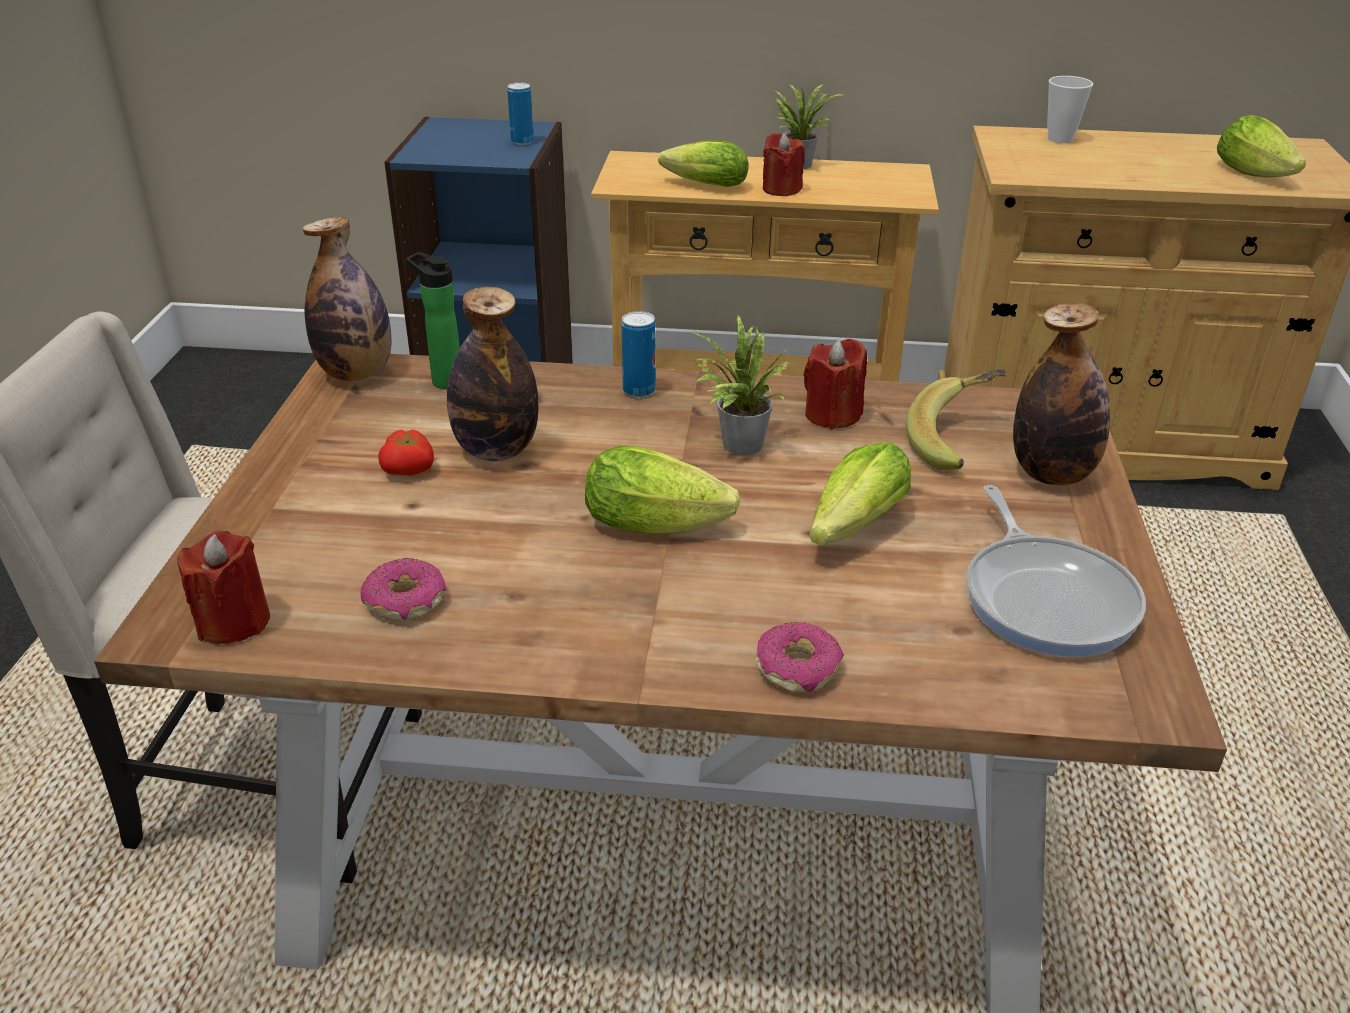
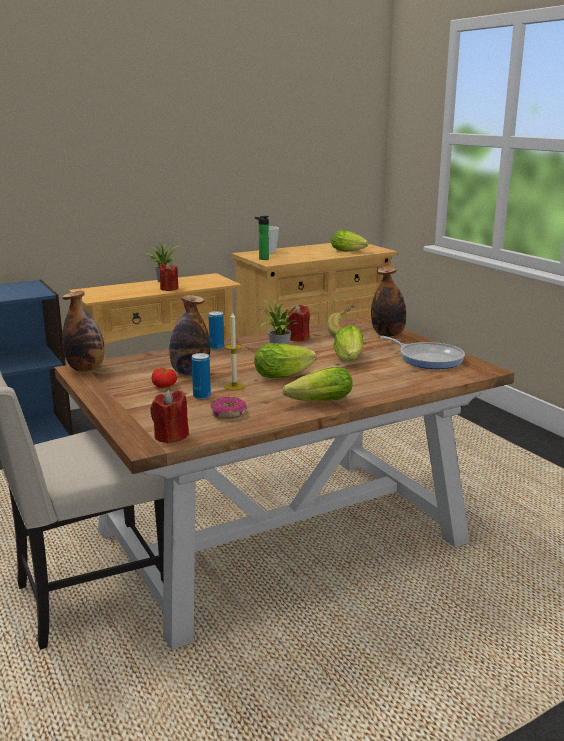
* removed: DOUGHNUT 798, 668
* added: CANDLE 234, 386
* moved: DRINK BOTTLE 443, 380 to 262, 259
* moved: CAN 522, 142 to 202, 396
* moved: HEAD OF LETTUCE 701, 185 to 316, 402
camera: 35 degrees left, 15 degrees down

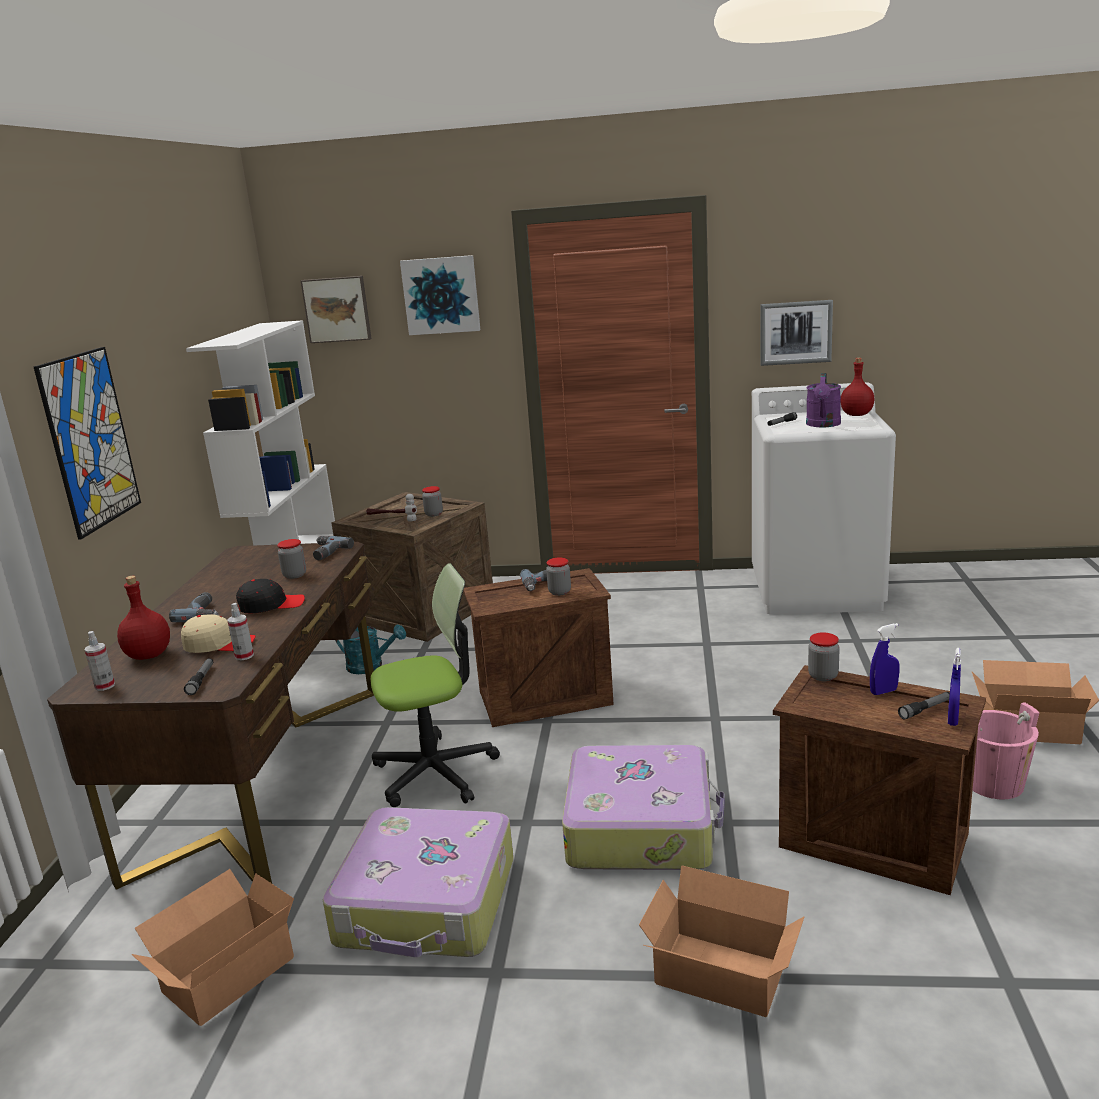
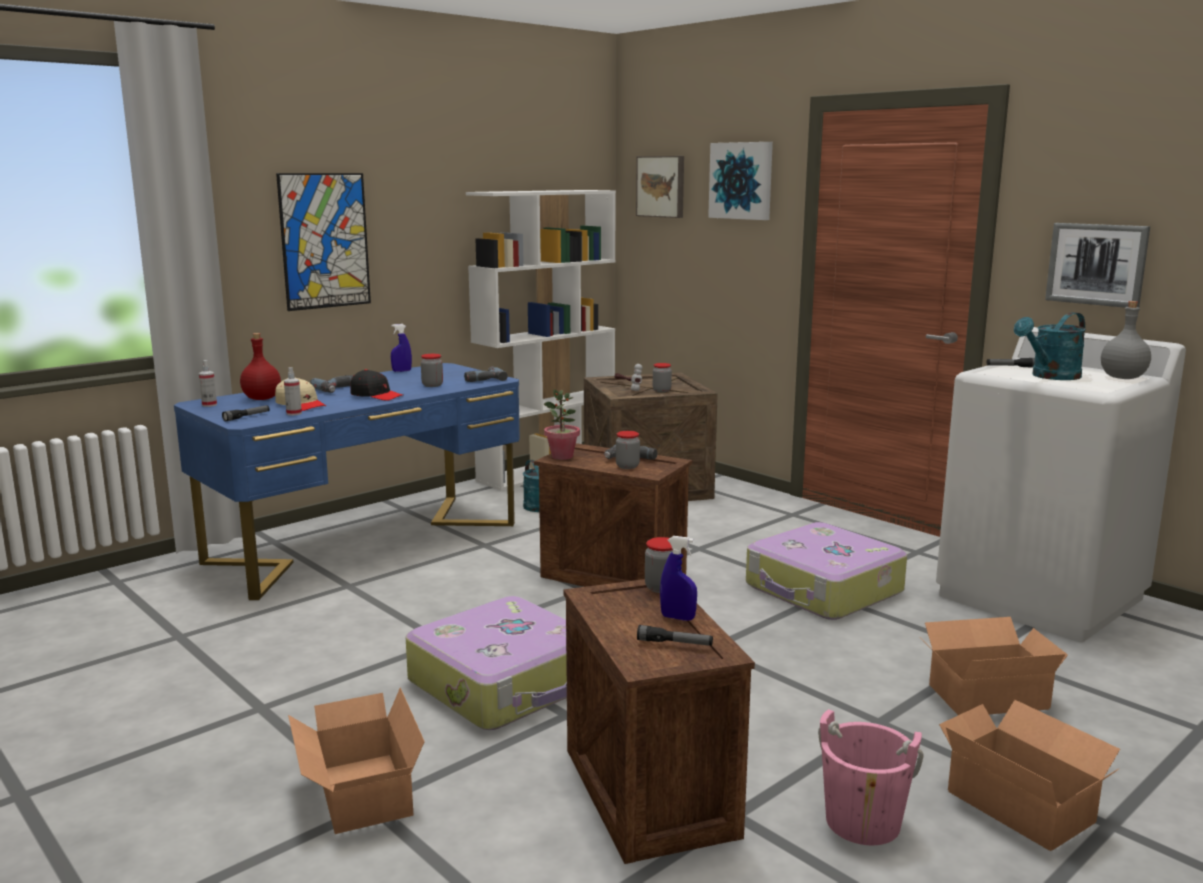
* removed: DESK CHAIR 435, 772
* added: POTTED PLANT 562, 457
* moved: PACKING BOX 223, 974 to 983, 695
* moved: SUITCASE 427, 903 to 823, 590
* moved: BLUISH SPRAY BOTTLE 952, 720 to 401, 371
* recoloured: BROWN DESK UNIT 265, 774 to BLUISH DESK UNIT 366, 543
* recoloured: PURPLISH WATERING CAN 823, 425 to BLUE-GREEN WATERING CAN 1050, 377
* recoloured: REDDISH DRINK BOTTLE 856, 415 to GREY DRINK BOTTLE 1122, 378
camera: 40 degrees right, 5 degrees down

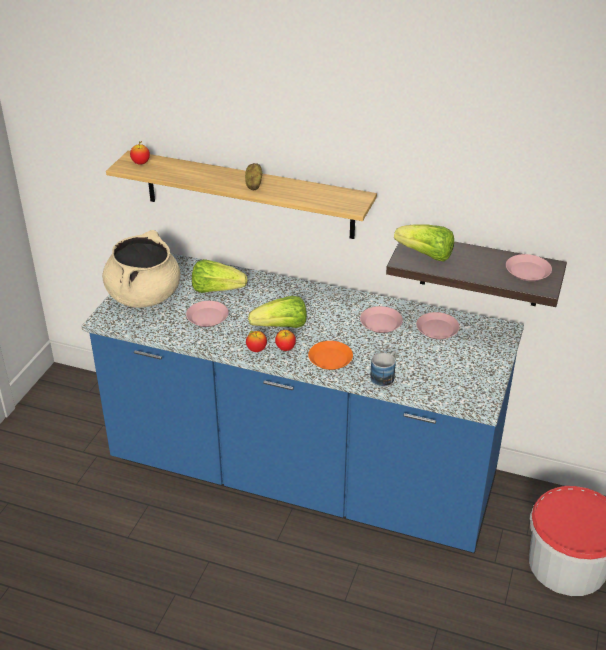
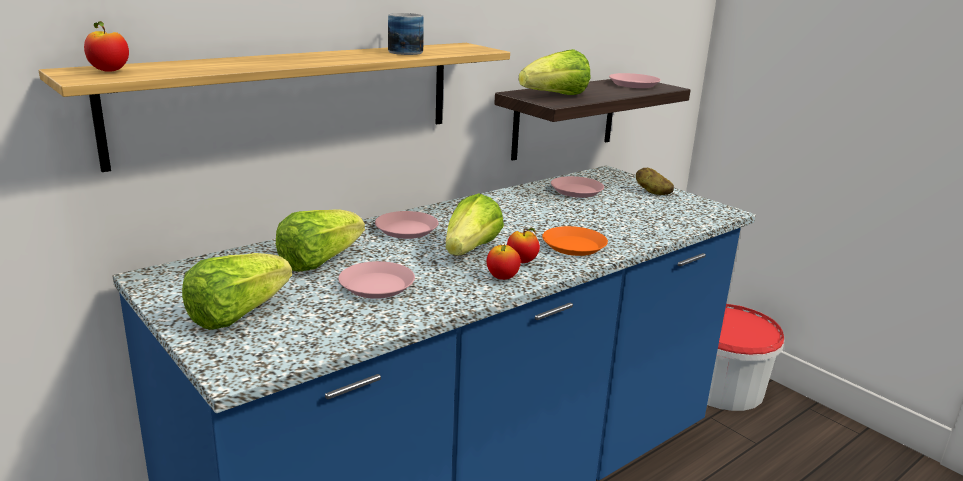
* moved: SPUD 253, 184 to 652, 192
* moved: PINK PLATE 381, 323 to 406, 229
* moved: MUG 385, 376 to 403, 51
* replaced: BEIGE-COLOURED STOCKPOT 144, 296 to HEAD OF LETTUCE 237, 314
camera: 60 degrees left, 15 degrees down

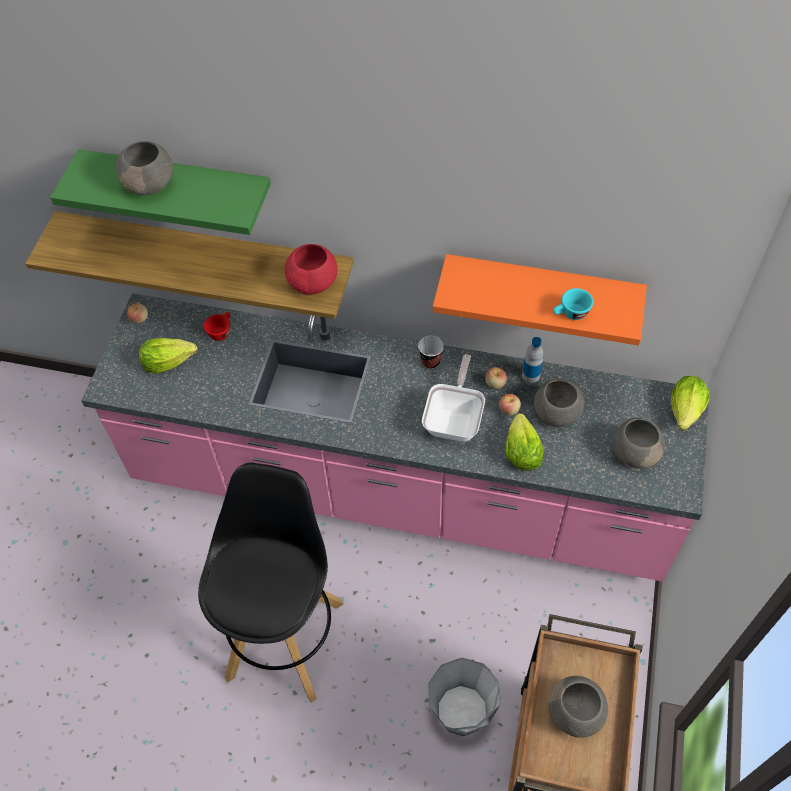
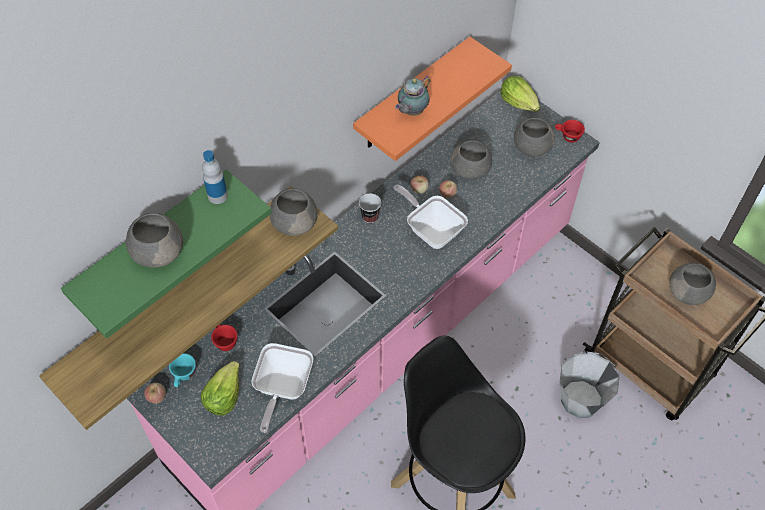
* removed: HEAD OF LETTUCE 521, 452
* added: FRYING PAN 282, 388
* added: TEA POT 411, 111
* added: REDDISH DRINKING CUP 567, 136
* moved: DRINK BOTTLE 531, 375 to 217, 196
* moved: BLUE-GREEN DRINKING CUP 570, 314 to 184, 376
* recoloured: REDDISH DEEP DISH 313, 282 to GREY DEEP DISH 295, 222
camera: 60 degrees left, 0 degrees up

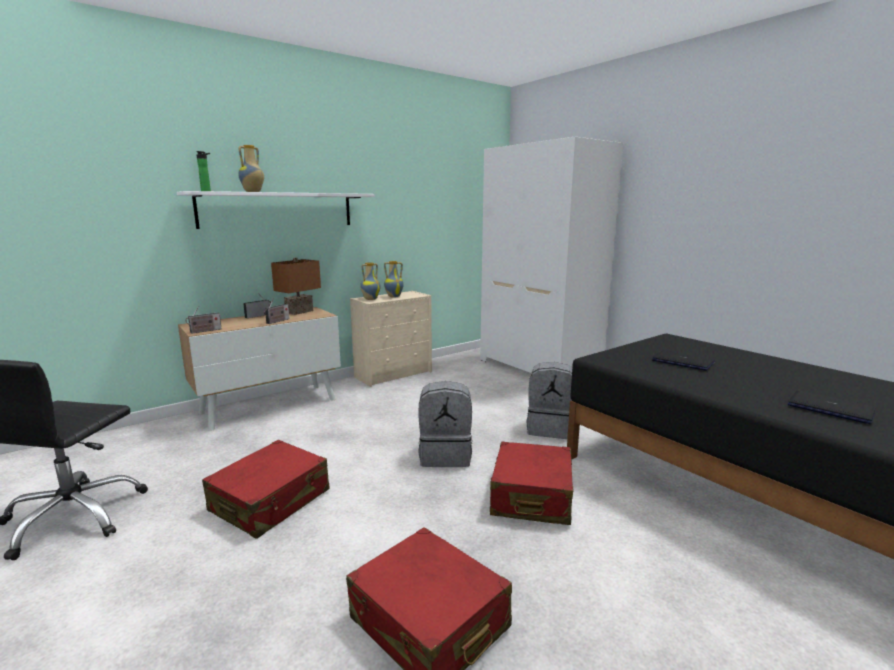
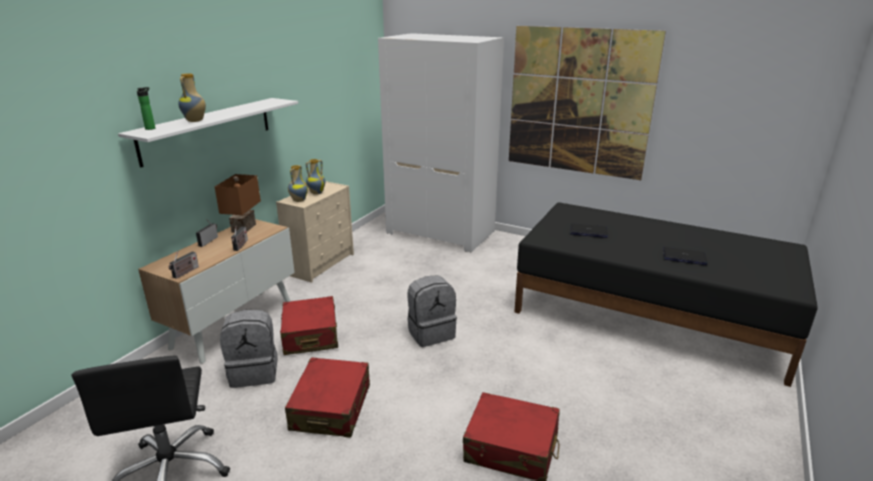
* added: WALL PICTURE 579, 102
* moved: REDDISH SUITCASE 531, 496 to 310, 335
* moved: GREY BACKPACK 551, 428 to 255, 372
camera: 25 degrees left, 10 degrees up

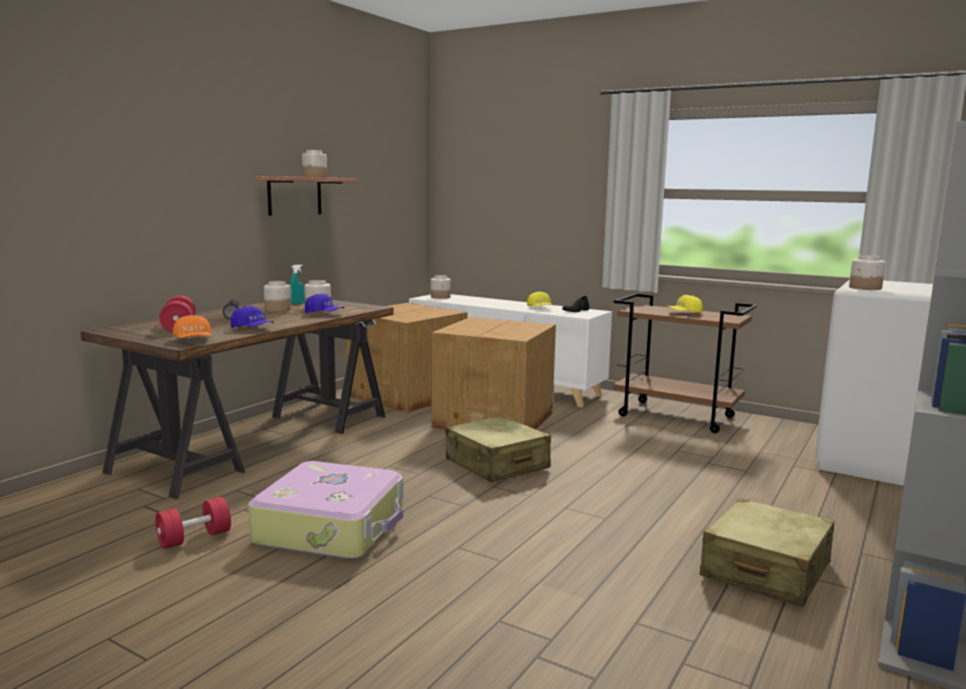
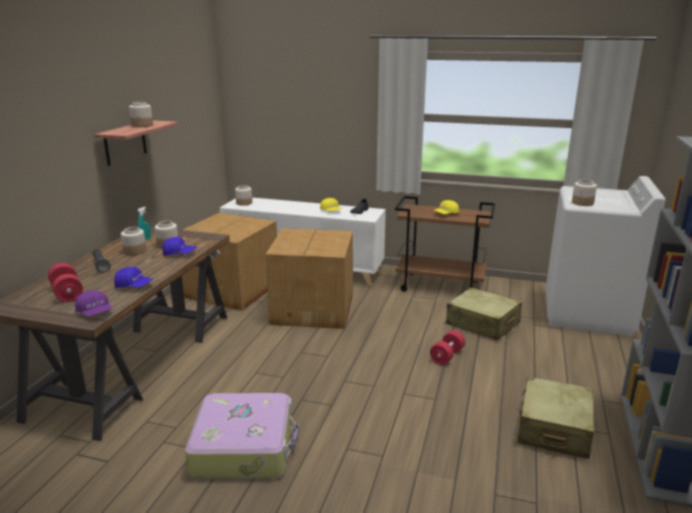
* moved: REDDISH HAND WEIGHT 194, 538 to 447, 356
* moved: BEIGE-COLOURED SUITCASE 496, 464 to 483, 323
* recoloured: ORANGE PEAKED CAP 193, 340 to PURPLISH PEAKED CAP 95, 312
camera: 15 degrees left, 10 degrees up

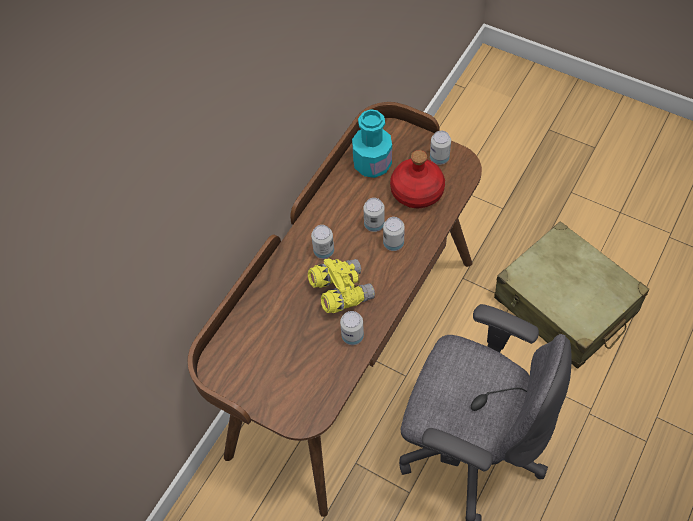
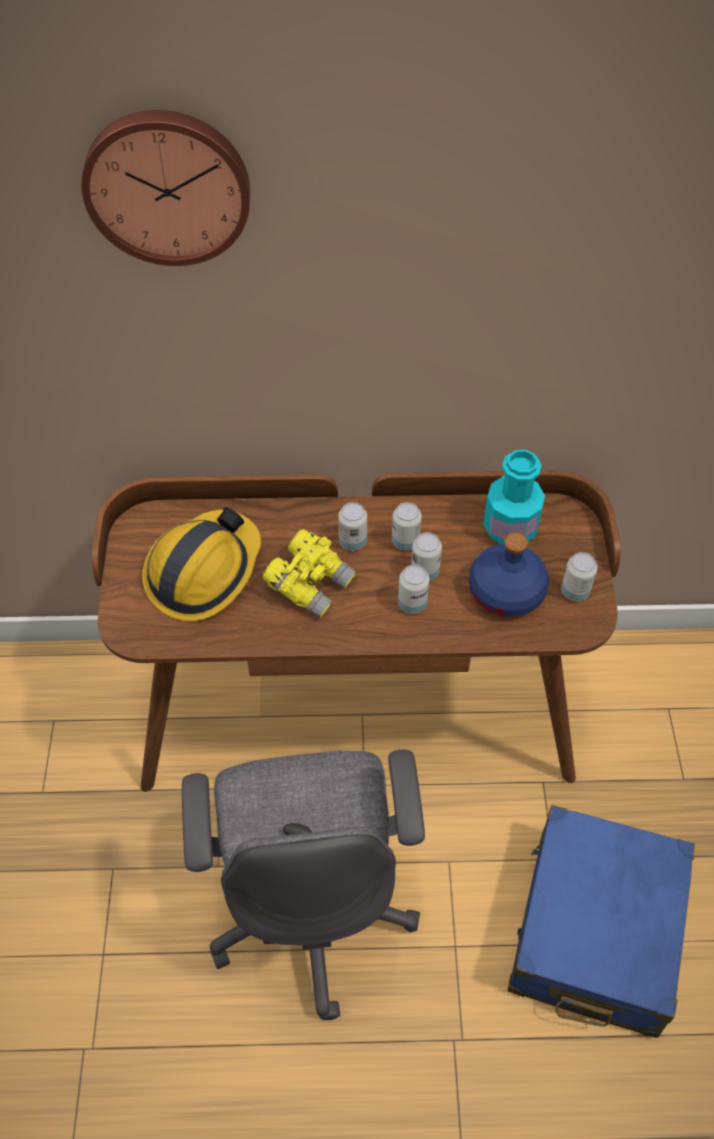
* added: HANGING CLOCK 167, 186
* added: HARD HAT 203, 572
* moved: CAN 352, 336 to 405, 541
* recoloured: REDDISH DRINK BOTTLE 416, 191 to BLUISH DRINK BOTTLE 506, 591
* recoloured: BEIGE-COLOURED SUITCASE 565, 305 to BLUISH SUITCASE 594, 931
camera: 55 degrees right, 5 degrees down

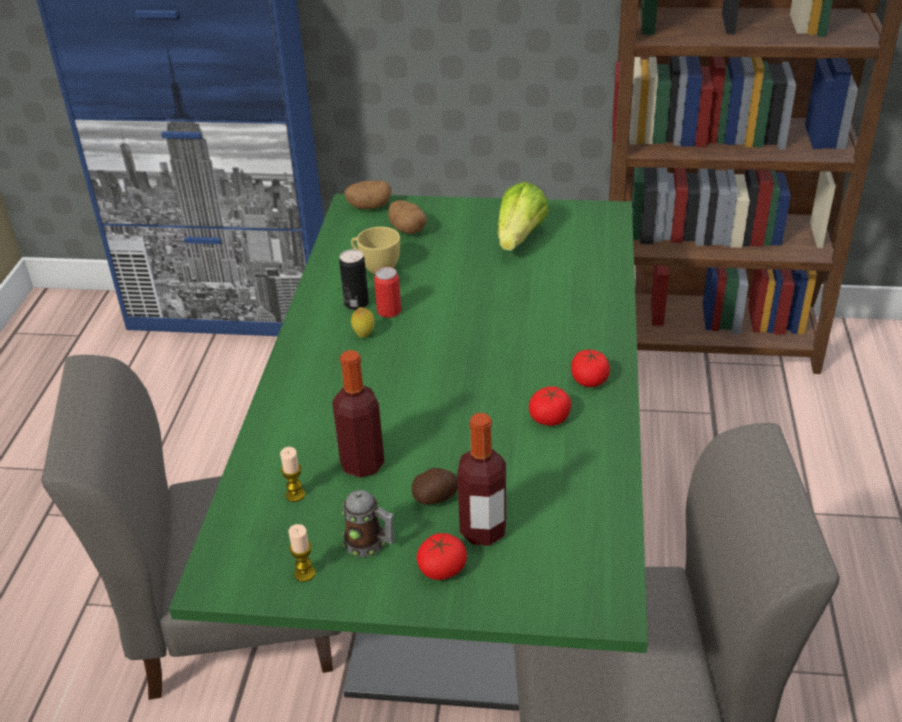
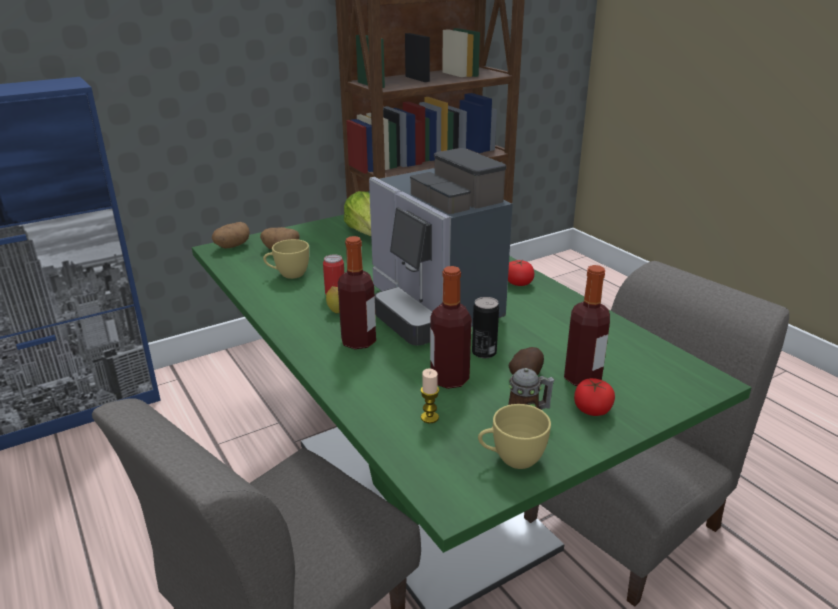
* removed: TOMATO 549, 418
* added: DRINK BOTTLE 358, 341
* added: COFFEE MACHINE 432, 309
* moved: CAN 356, 304 to 484, 352
* replaced: CANDLE 305, 573 to YELLOW DRINKING CUP 511, 459
camera: 40 degrees left, 10 degrees down

